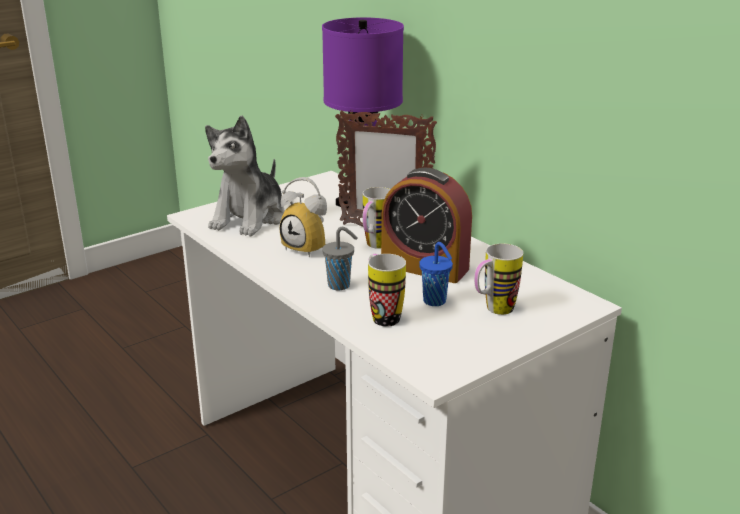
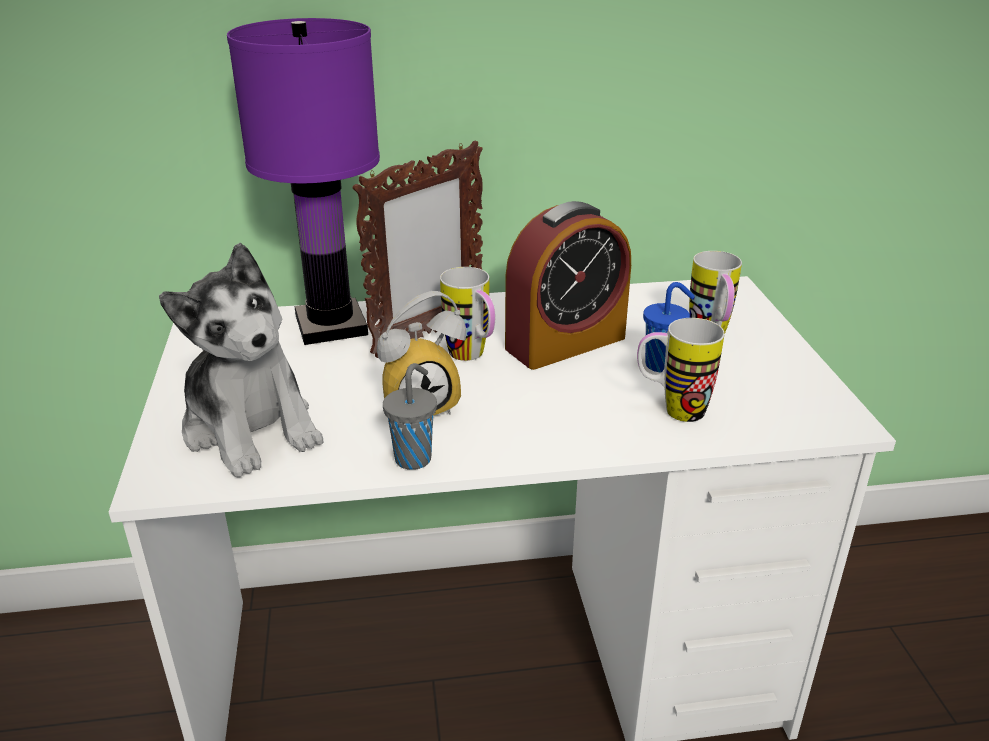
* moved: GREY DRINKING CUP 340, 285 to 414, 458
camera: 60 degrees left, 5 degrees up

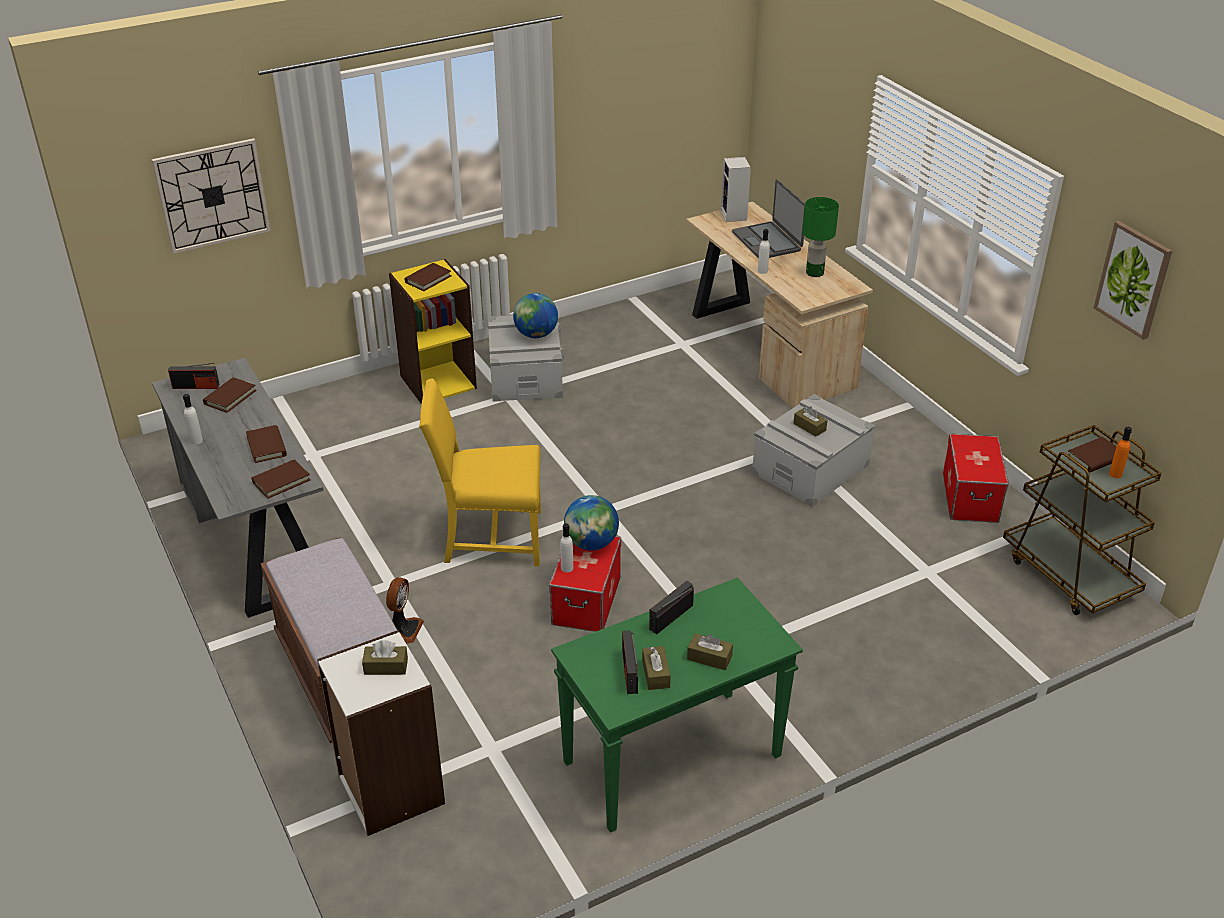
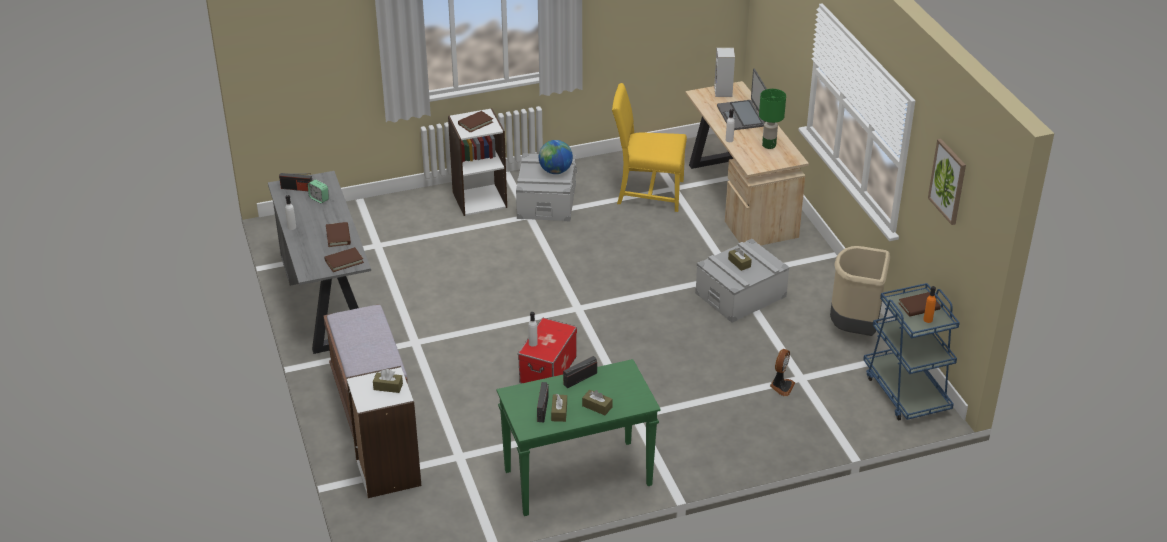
* removed: HANGING CLOCK 212, 195
* removed: WORLD GLOBE 591, 543
* moved: ELECTRIC FAN 404, 629 to 781, 386
* moved: YELLOW UPRIGHT CHAIR 489, 538 to 648, 193
* replaced: BROWN VOLUME 230, 397 to TABLE CLOCK 319, 199
* replaced: STORAGE BOX 970, 497 to BEIGE-COLOURED WASTE BIN 854, 329
* recoloured: YELLOW BOOKSHELF 438, 381 to WHITE-COLOURED BOOKSHELF 479, 199
* recoloured: BROWN WHEELED CART 1069, 574 to BLUISH WHEELED CART 906, 392
camera: 10 degrees right, 0 degrees up

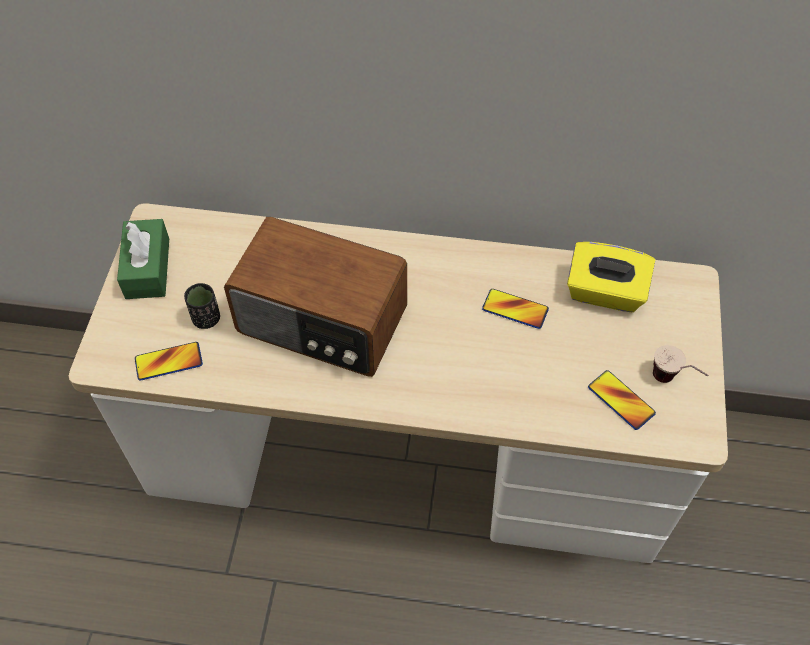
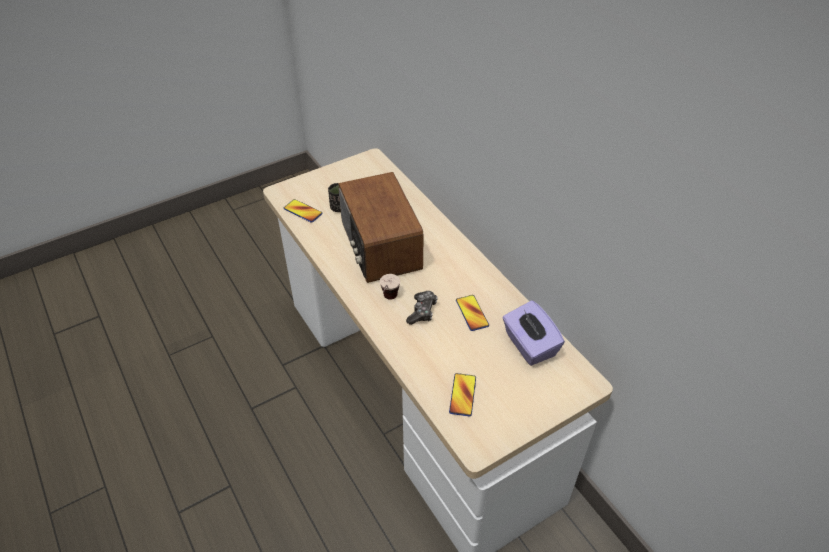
* removed: GREENISH TISSUE HOLDER 147, 268
* added: GAMEPAD 422, 311
* moved: DRINKING CUP 672, 383 to 388, 301
* recoloured: YELLOW TISSUE HOLDER 604, 293 to PURPLISH TISSUE HOLDER 529, 345
camera: 50 degrees right, 10 degrees down

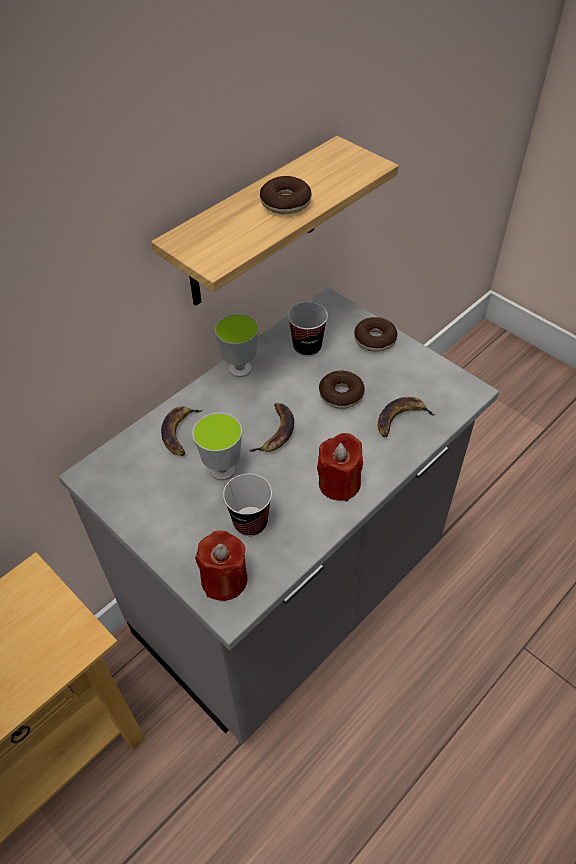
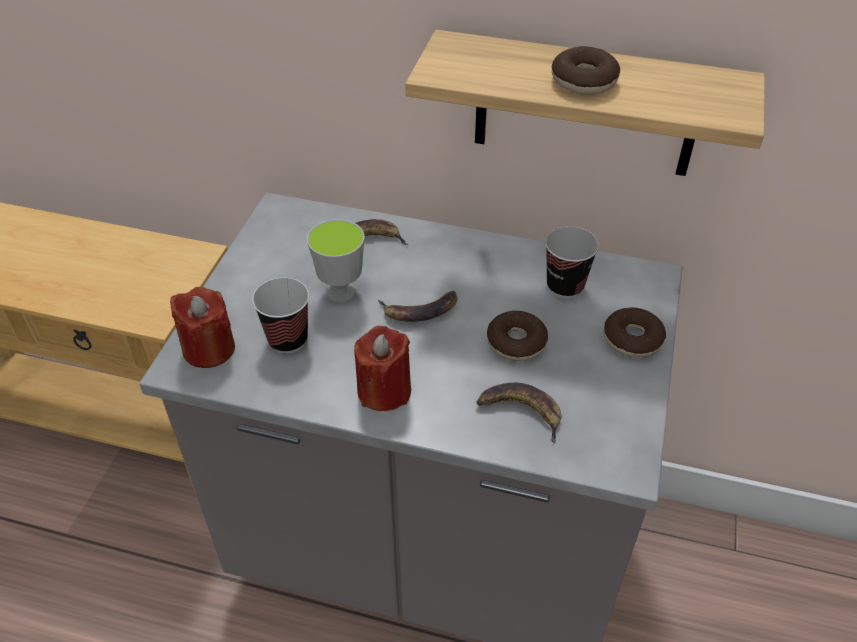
* removed: DRINKING CUP 240, 369
camera: 60 degrees right, 5 degrees down

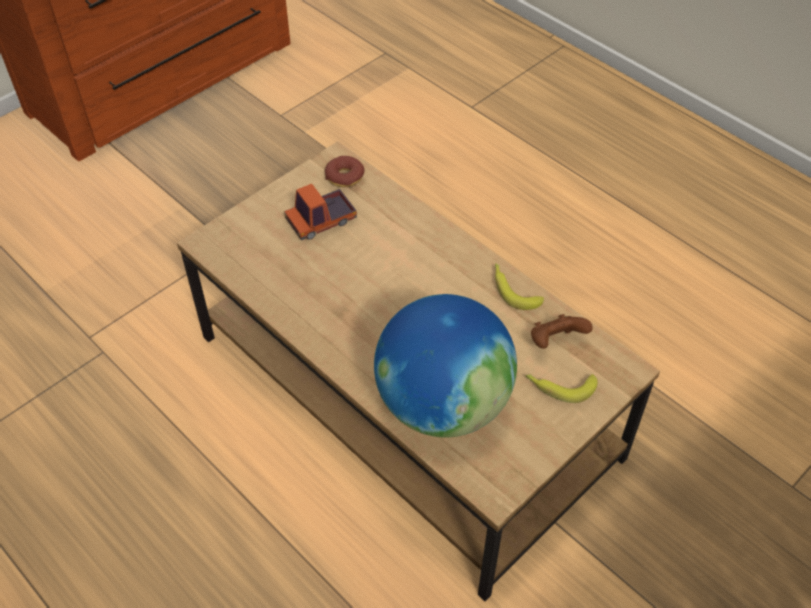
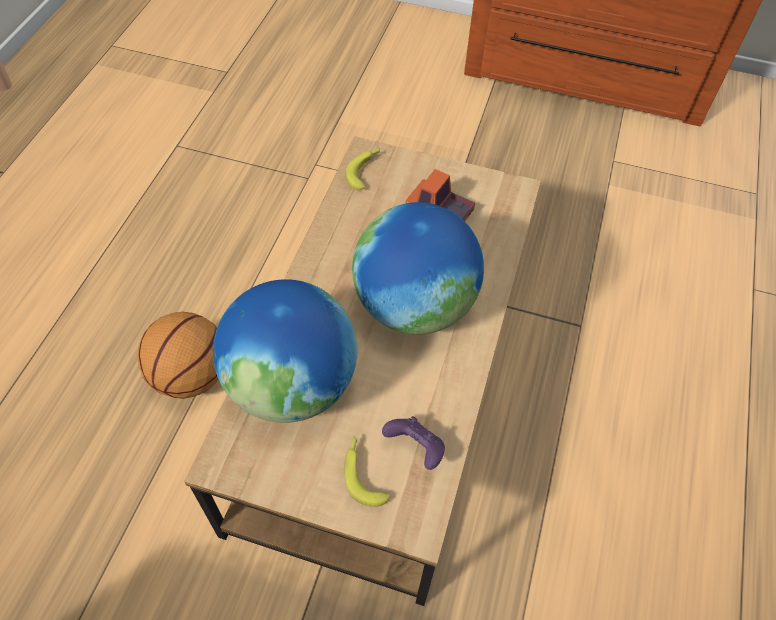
* removed: DOUGHNUT 344, 177
* added: BASKETBALL BALL 191, 375
* added: WORLD GLOBE 414, 306
* moved: BANANA 513, 290 to 365, 171
* recoloured: BROWN GAMEPAD 555, 342 to PURPLISH GAMEPAD 416, 448
camera: 60 degrees right, 5 degrees up

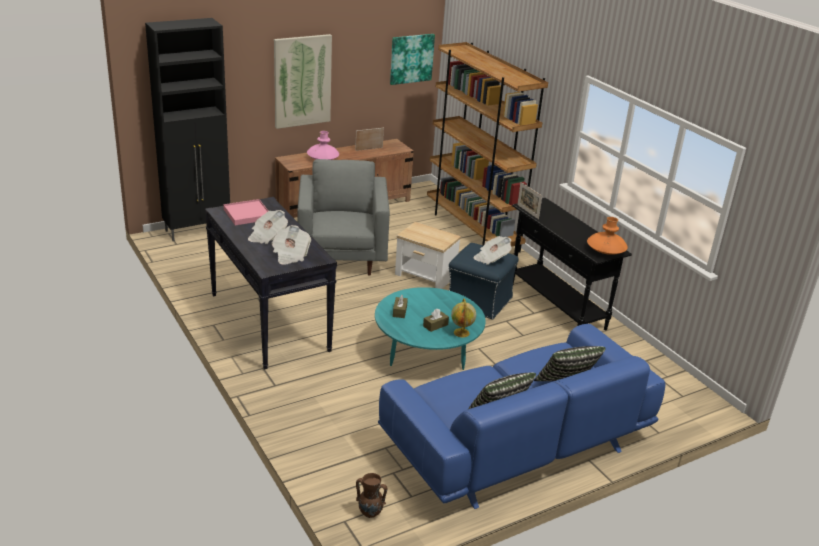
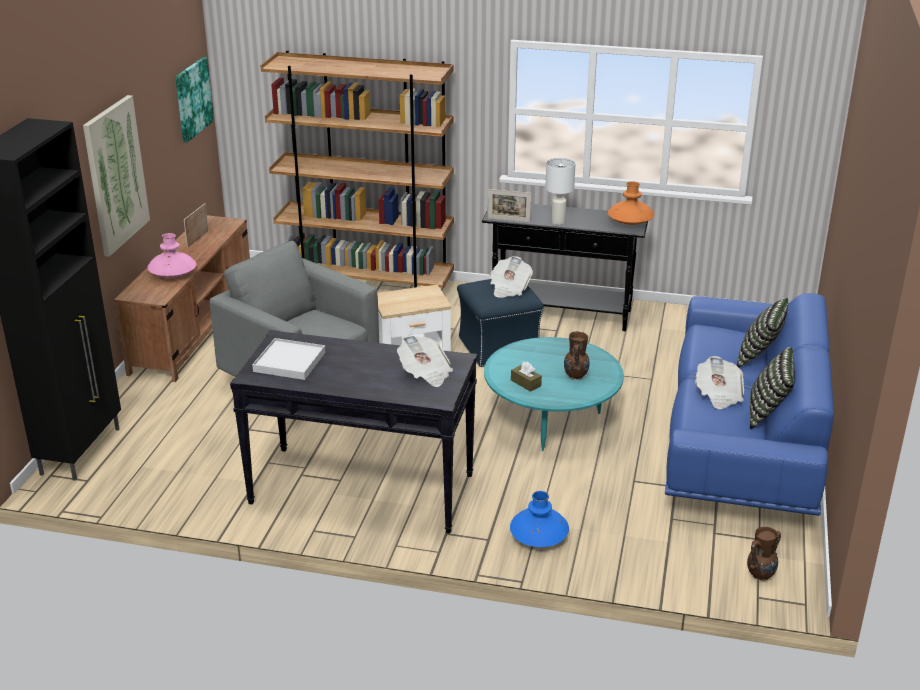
* removed: WORLD GLOBE 461, 333
* added: BLUISH DECORATIVE VASE 538, 536
* added: WHITE-COLOURED LAMP FOR A TABLE 557, 222
* moved: PRINTED PAPER 267, 236 to 718, 395
* replaced: BROWN TISSUE HOLDER 435, 325 to BROWN DECORATIVE VASE 576, 376
* recoloured: PINK SERVING TRAY 247, 214 to WHITE-COLOURED SERVING TRAY 289, 362
camera: 45 degrees left, 0 degrees up

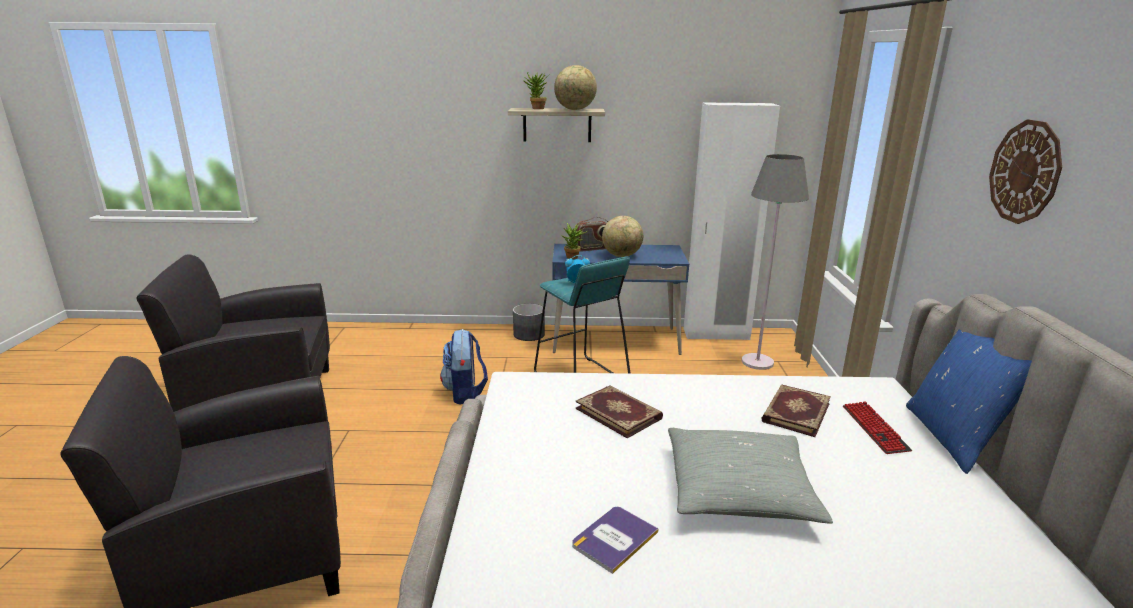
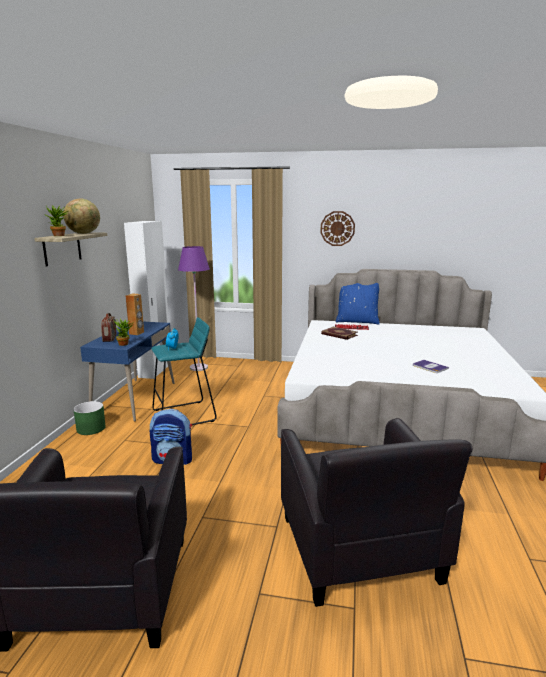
* removed: VOLUME 619, 413
* removed: GREY CUSHION 739, 491
* replaced: WORLD GLOBE 622, 256 to BROWN AUDIO SPEAKER 136, 333
* recoloured: GREY PLANTER 529, 334 to GREENISH PLANTER 91, 428
* recoloured: GREY STANDING LAMP 757, 362 to PURPLISH STANDING LAMP 198, 367
camera: 80 degrees left, 5 degrees down

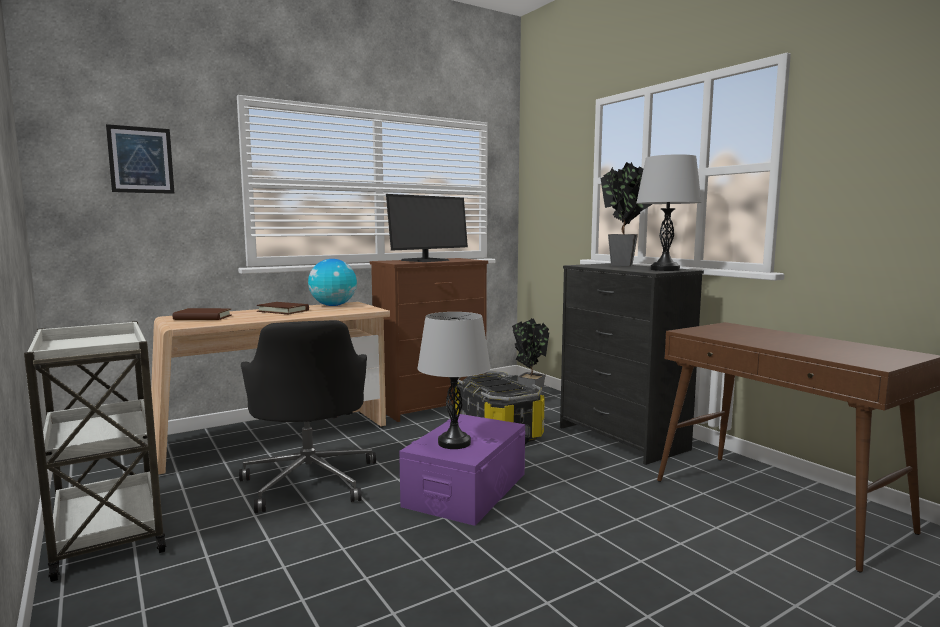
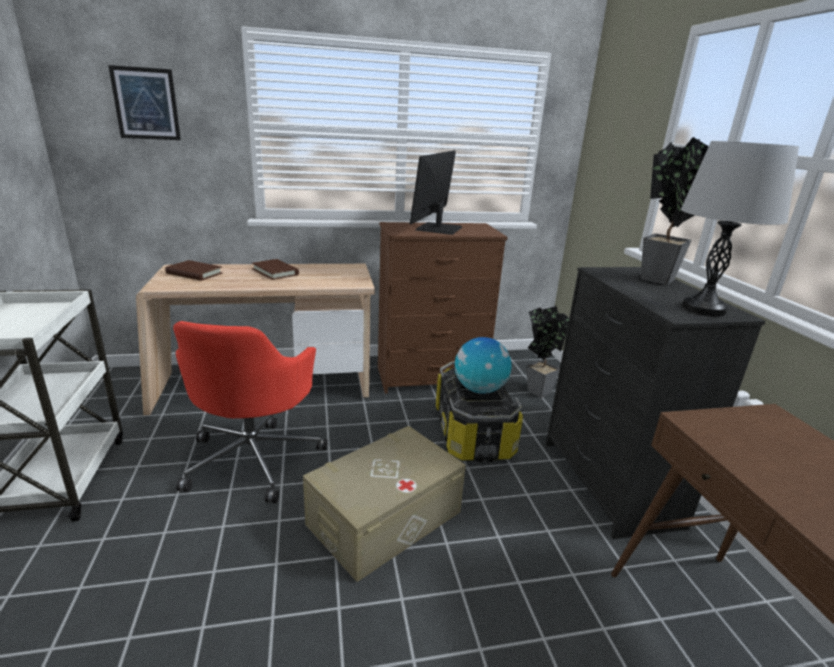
* removed: GREY LAMP FOR A TABLE 454, 443
* moved: WORLD GLOBE 333, 305 to 480, 389
* recoloured: BLACK-COLOURED DESK CHAIR 310, 480 to REDDISH DESK CHAIR 254, 458
* recoloured: PURPLISH STORAGE BOX 466, 489 to BEIGE-COLOURED STORAGE BOX 384, 518
* turned: COMPUTER SCREEN 426, 260 = 437, 228 135 degrees clockwise
camera: 20 degrees right, 15 degrees up

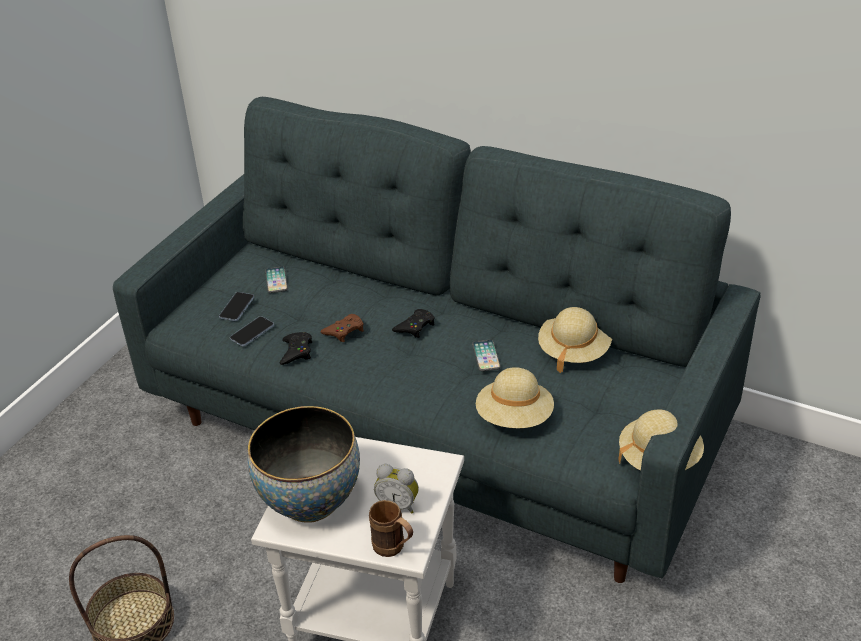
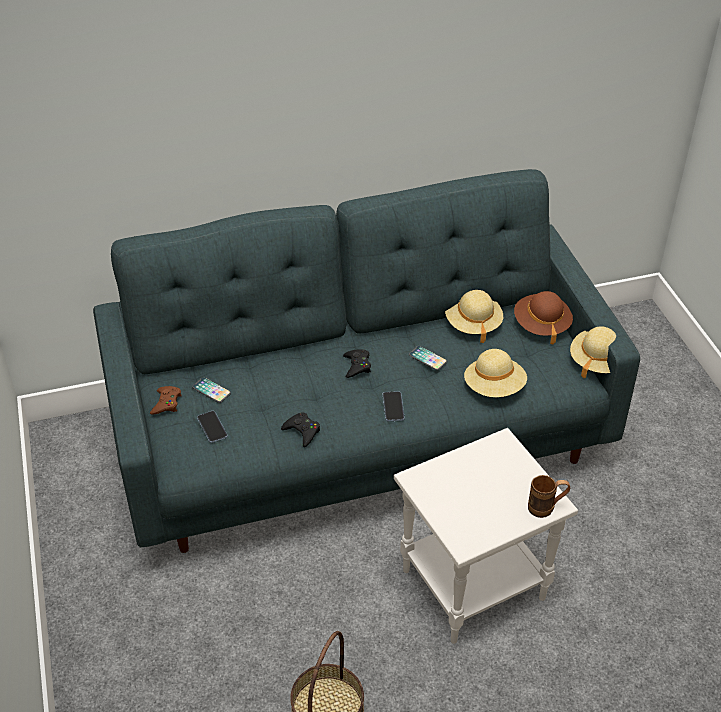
* removed: DEEP DISH 310, 501
* removed: TABLE CLOCK 398, 504
* added: BROWN WEARABLE HAT 541, 325
* moved: PHONE 252, 332 to 393, 407
* moved: BROWN GAMEPAD 344, 331 to 166, 403
camera: 45 degrees left, 5 degrees up

